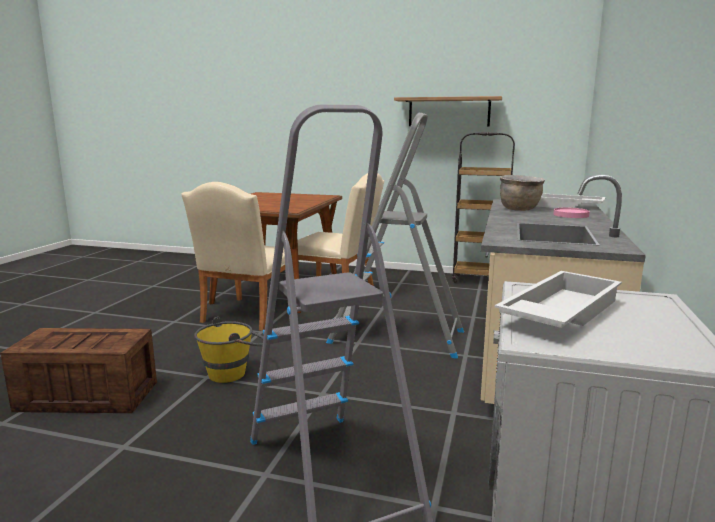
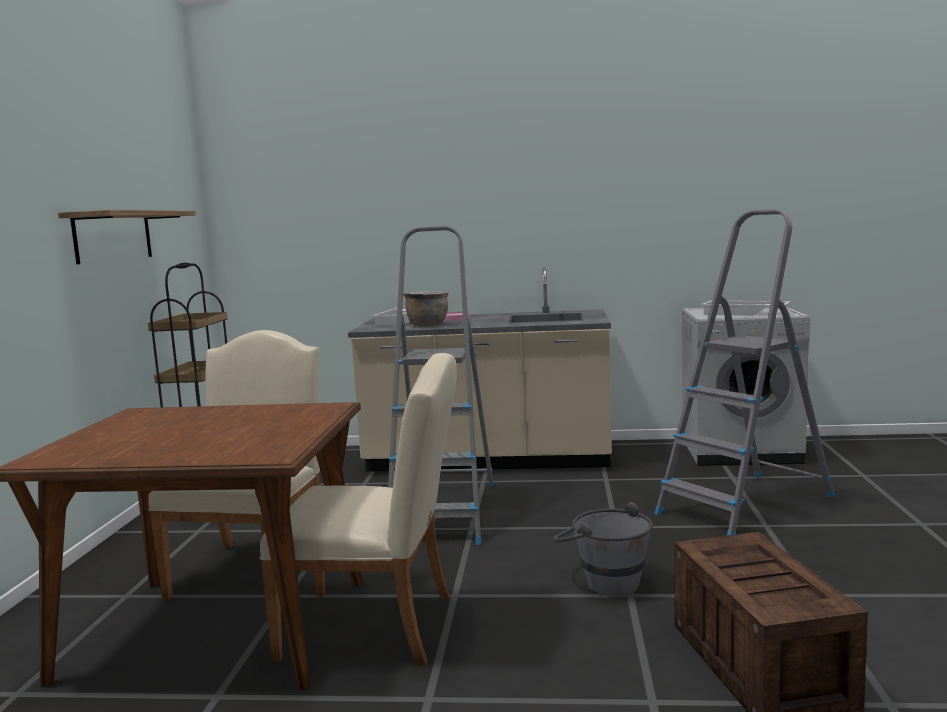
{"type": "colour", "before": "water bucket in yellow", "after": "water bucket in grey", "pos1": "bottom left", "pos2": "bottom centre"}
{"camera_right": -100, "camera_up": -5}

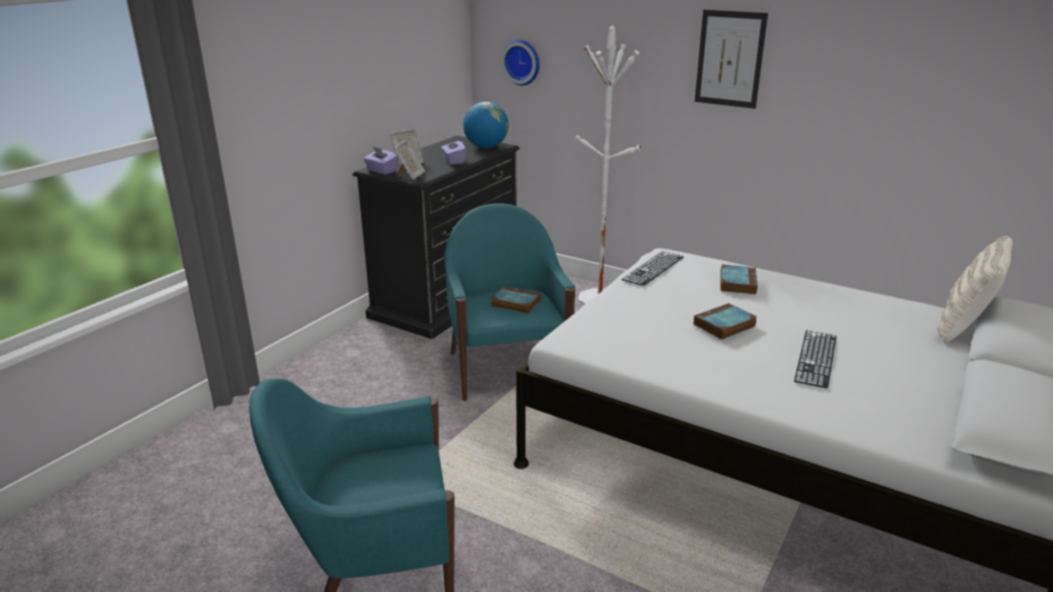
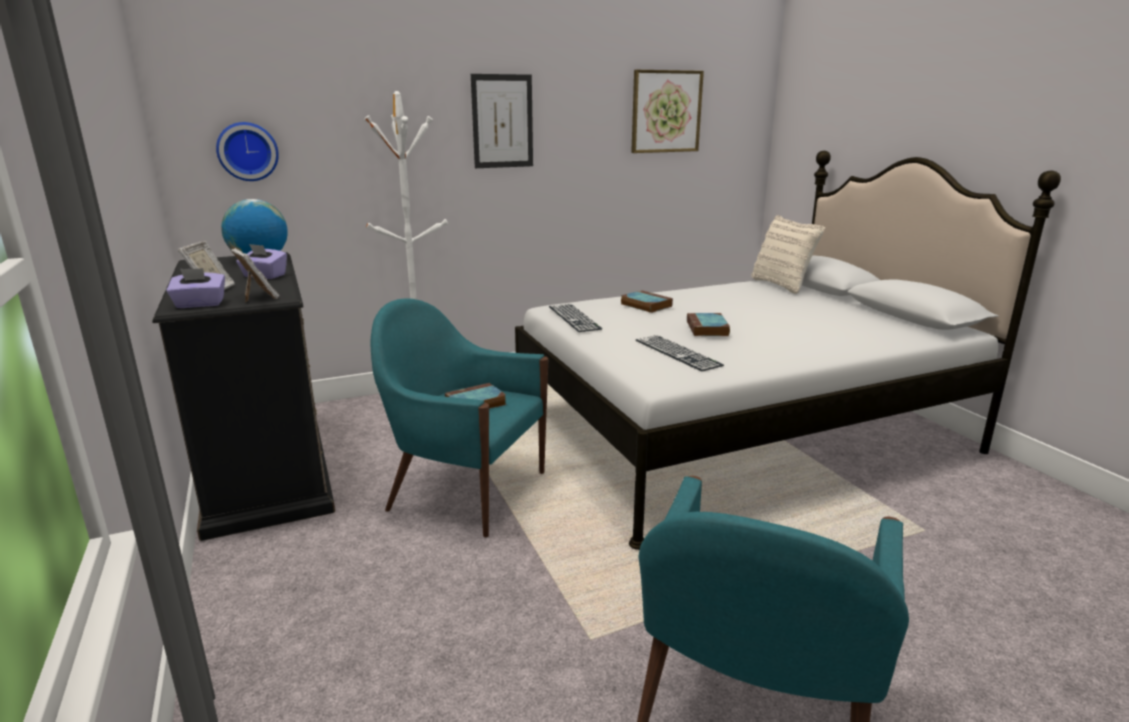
{"type": "relocated", "before": "keyboard (no. 2 from left)", "pos1": "middle right", "pos2": "centre"}
{"type": "appeared", "after": "picture (no. 2 from left)", "pos2": "top centre"}
{"camera_right": -55, "camera_up": -5}

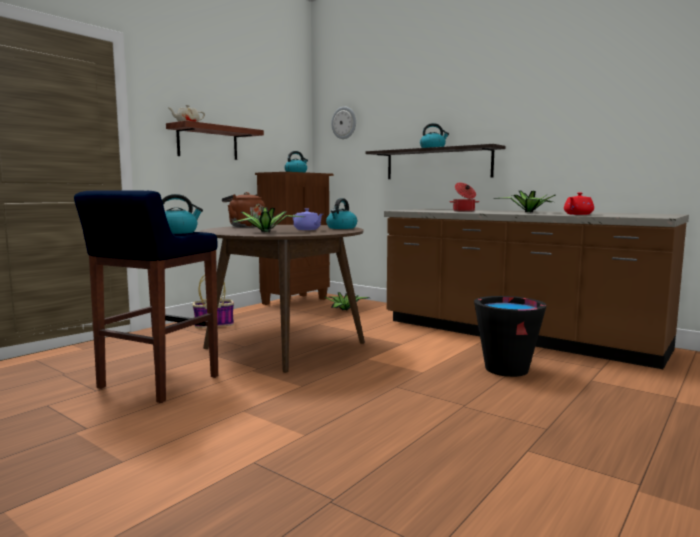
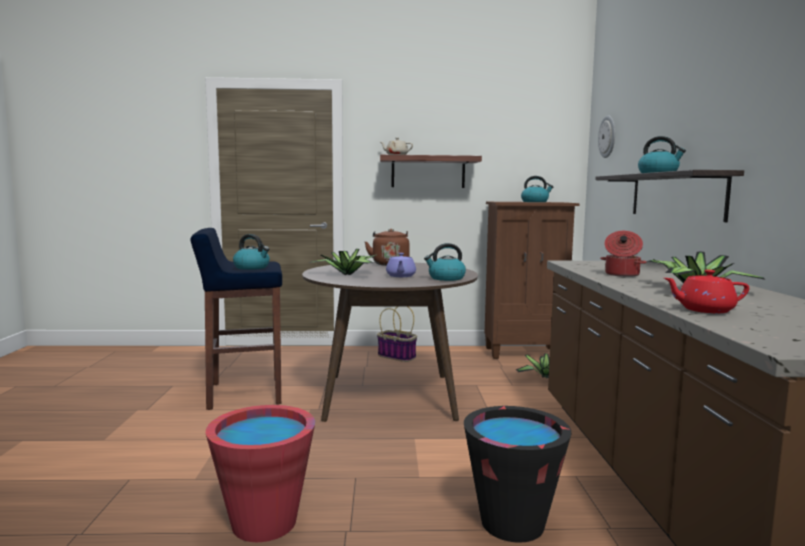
{"type": "appeared", "after": "water bucket in reddish", "pos2": "bottom left"}
{"camera_right": 50, "camera_up": 0}

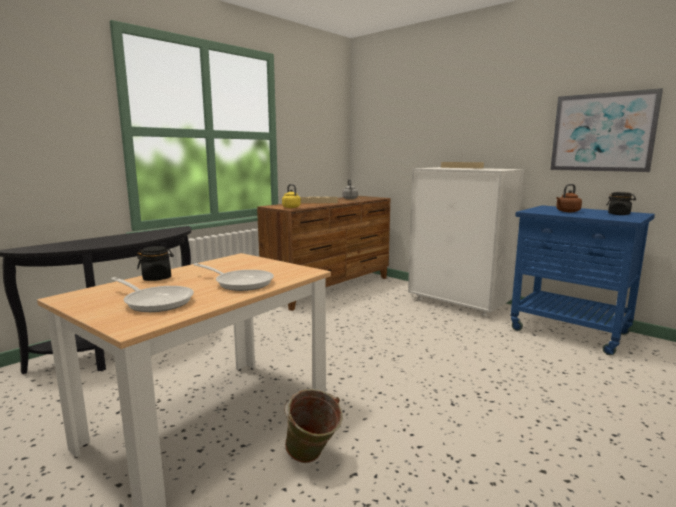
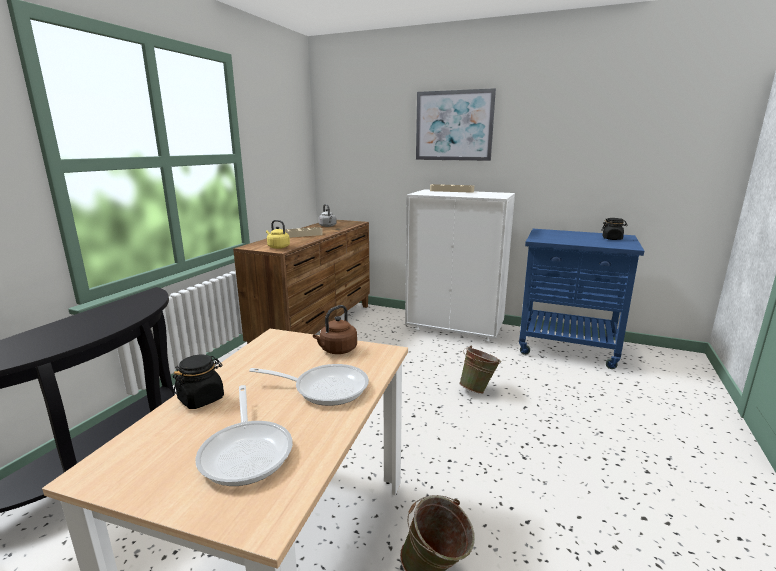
{"type": "relocated", "before": "picture", "pos1": "top right", "pos2": "top centre"}
{"type": "relocated", "before": "water kettle in brown", "pos1": "middle right", "pos2": "centre"}
{"type": "spun", "before": "pan (no. 1 from left)", "pos1": "middle left", "pos2": "bottom left", "turn": 60}
{"type": "appeared", "after": "water bucket in greenish (no. 2 from left)", "pos2": "centre"}
{"camera_right": -20, "camera_up": 5}

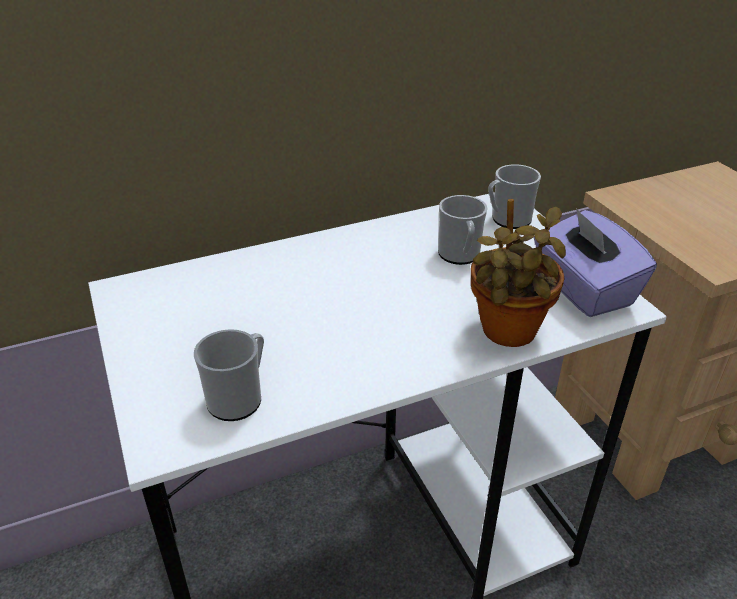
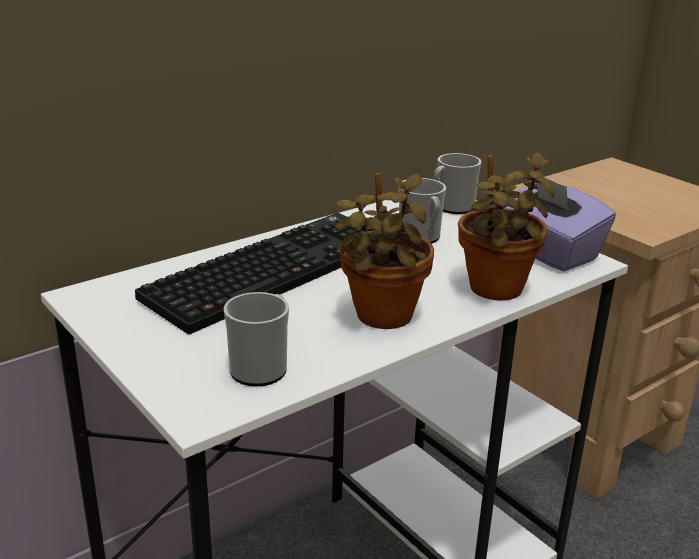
{"type": "appeared", "after": "potted plant (no. 1 from left)", "pos2": "centre"}
{"type": "appeared", "after": "keyboard", "pos2": "centre"}
{"camera_right": -15, "camera_up": -10}

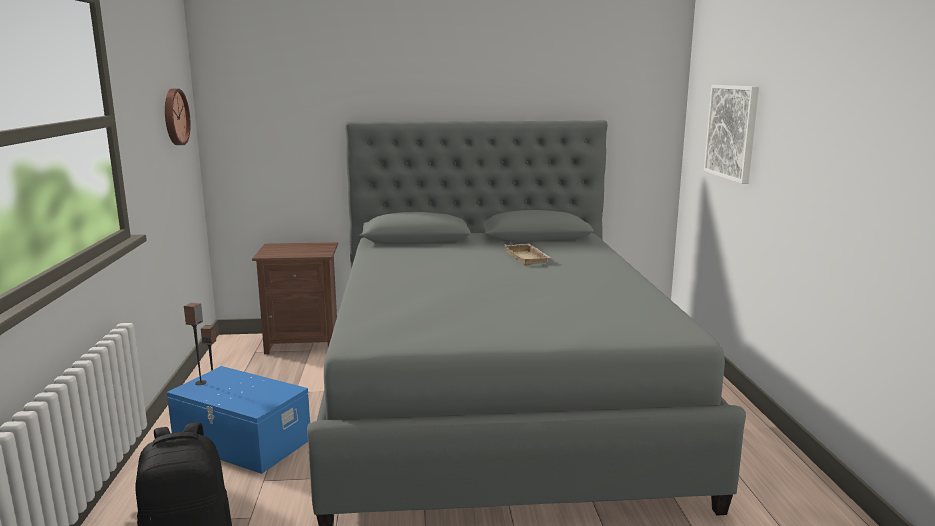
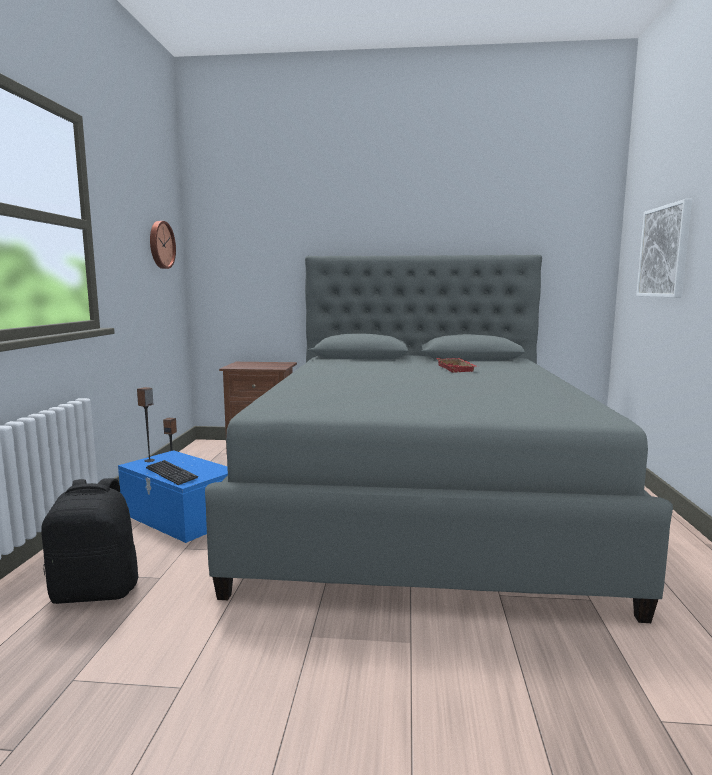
{"type": "colour", "before": "carrying tray in beige", "after": "carrying tray in reddish", "pos1": "centre", "pos2": "centre"}
{"type": "appeared", "after": "keyboard", "pos2": "middle left"}
{"camera_right": 10, "camera_up": -5}

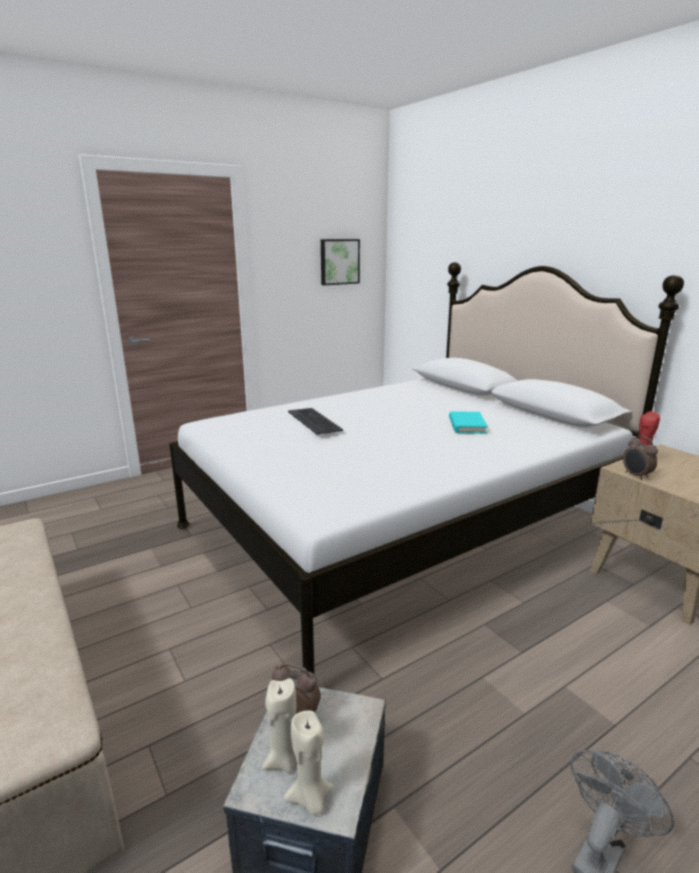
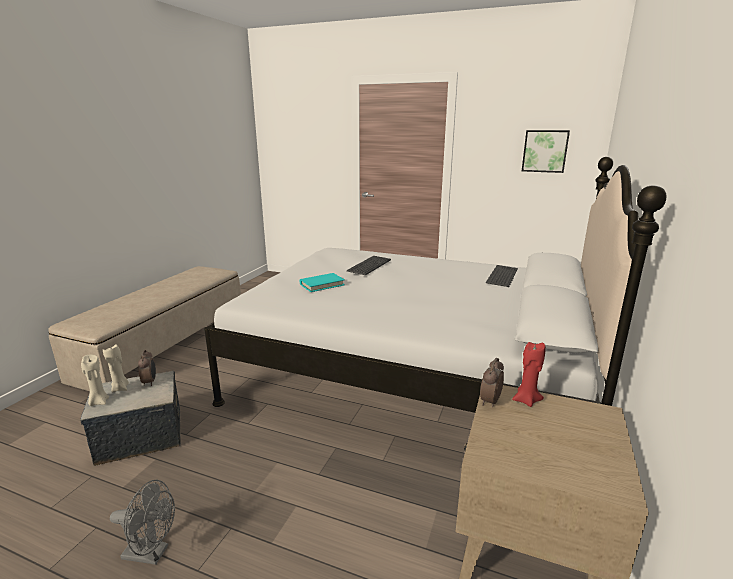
{"type": "relocated", "before": "volume in turquoise", "pos1": "middle right", "pos2": "centre"}
{"type": "appeared", "after": "keyboard (no. 2 from left)", "pos2": "middle right"}
{"camera_right": 55, "camera_up": 0}

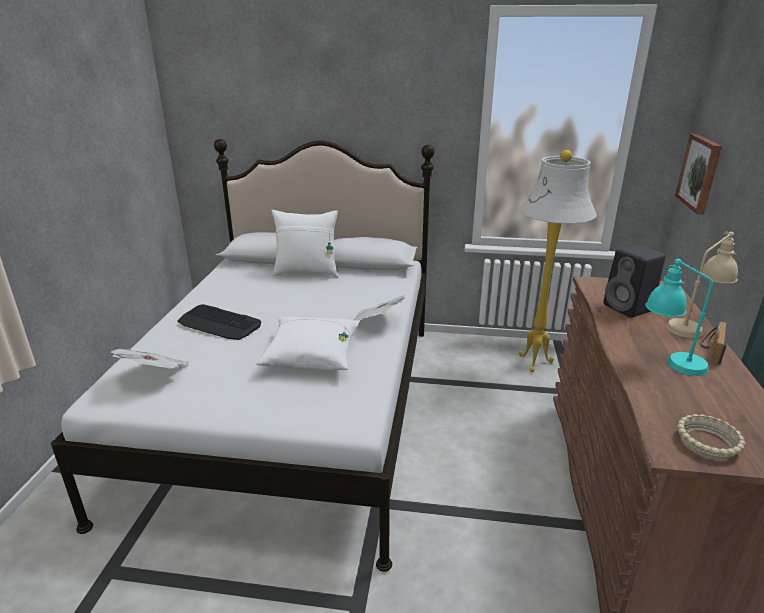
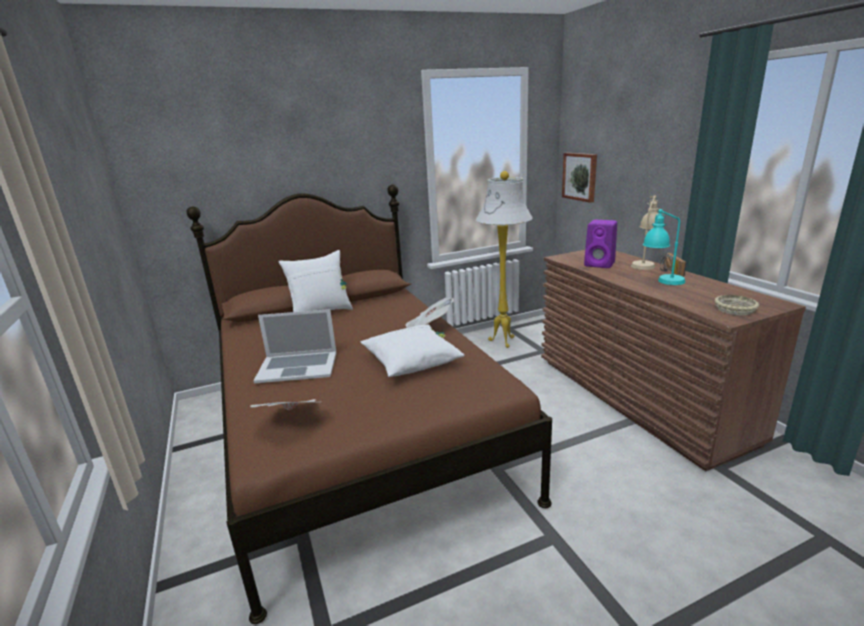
{"type": "colour", "before": "sleeping bed in whitish", "after": "sleeping bed in brown", "pos1": "middle left", "pos2": "centre"}
{"type": "colour", "before": "loudspeaker in black", "after": "loudspeaker in purple", "pos1": "middle right", "pos2": "middle right"}
{"type": "exchanged", "before": "keyboard", "after": "laptop", "pos1": "middle left", "pos2": "centre"}
{"camera_right": -30, "camera_up": -5}

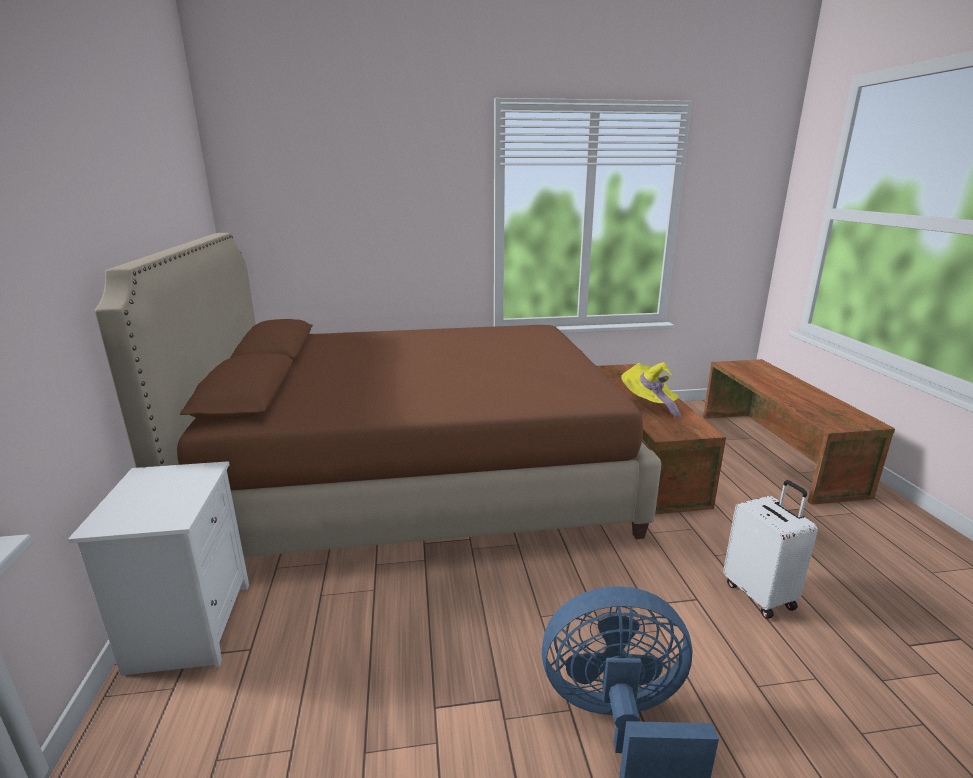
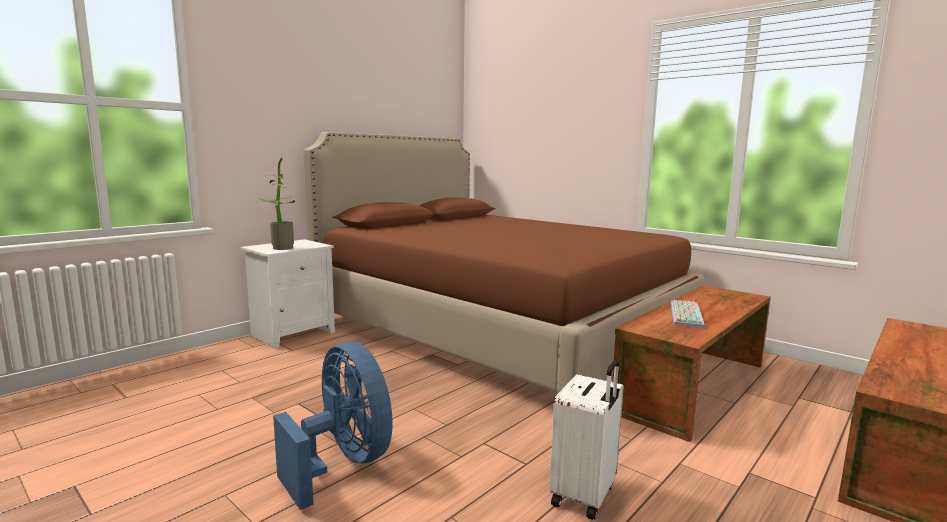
{"type": "exchanged", "before": "wearable hat in yellow", "after": "keyboard", "pos1": "middle right", "pos2": "middle right"}
{"type": "appeared", "after": "potted plant", "pos2": "middle left"}
{"camera_right": 50, "camera_up": -10}

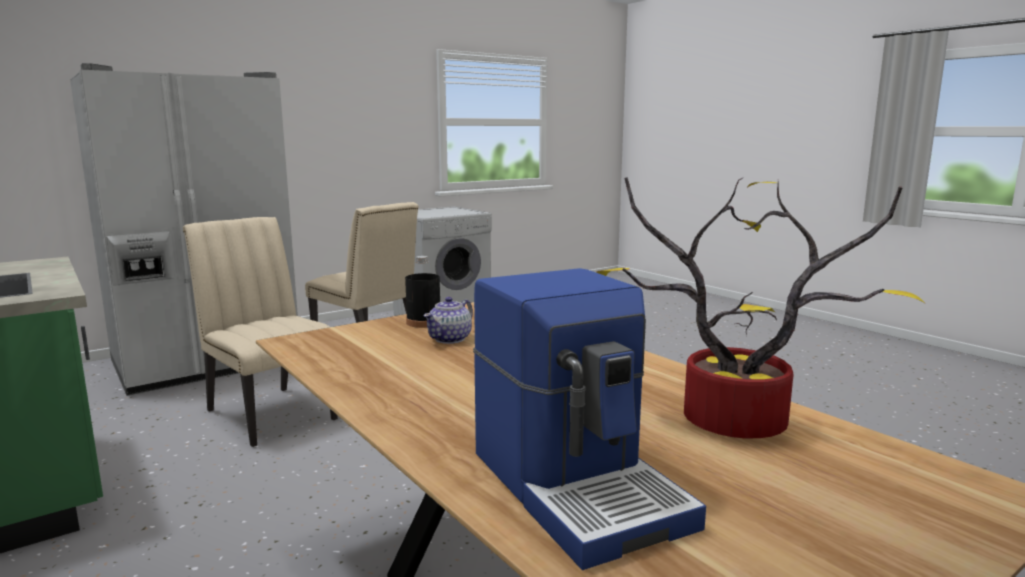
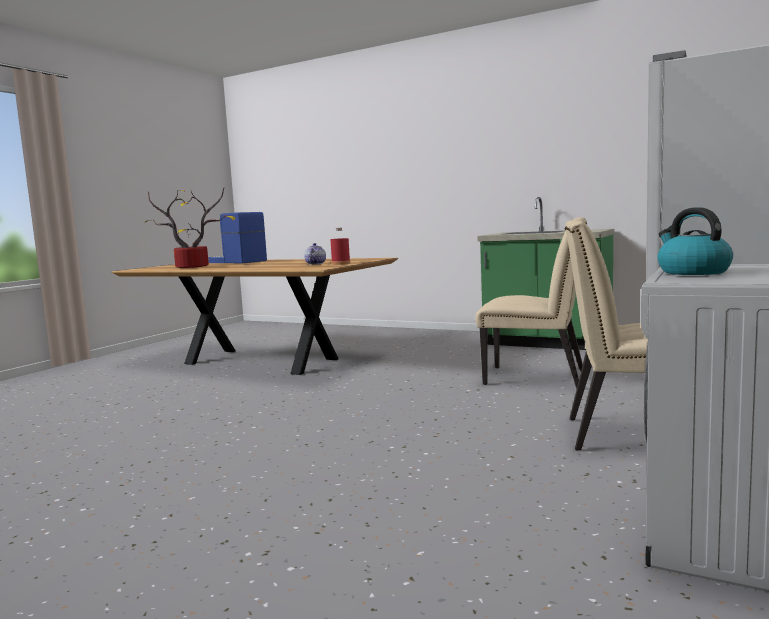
{"type": "colour", "before": "beverage bottle in black", "after": "beverage bottle in reddish", "pos1": "centre", "pos2": "centre"}
{"type": "appeared", "after": "water kettle", "pos2": "middle right"}
{"camera_right": 155, "camera_up": -5}

